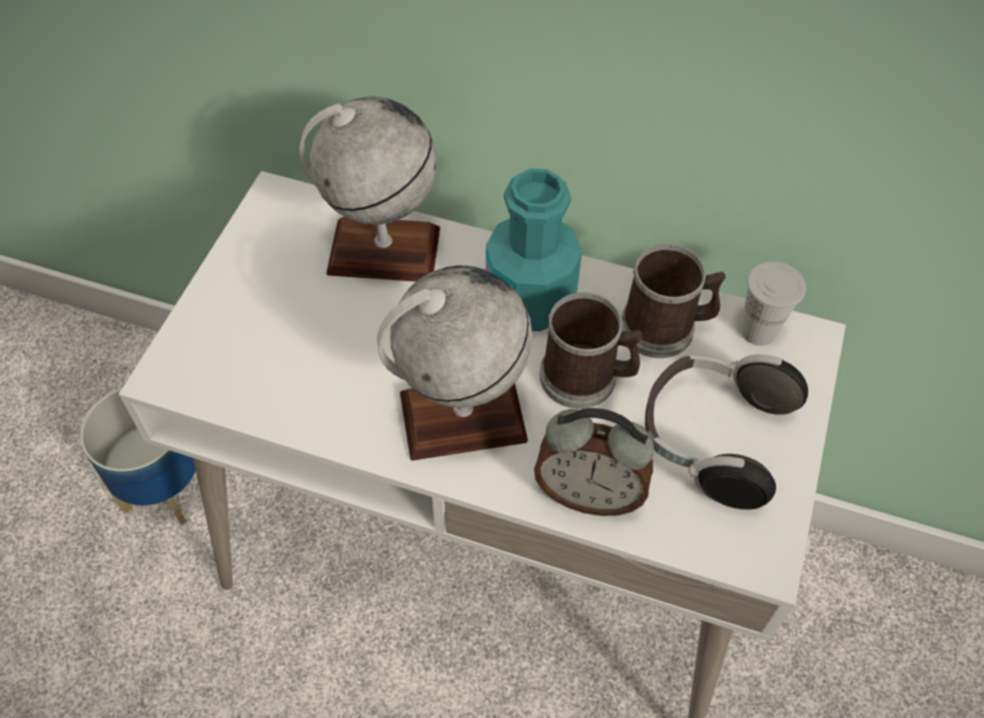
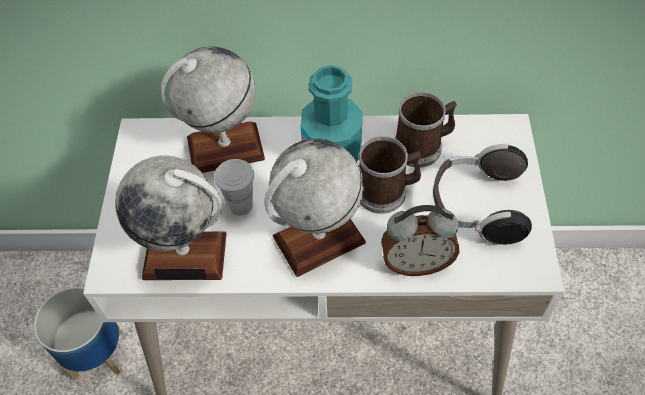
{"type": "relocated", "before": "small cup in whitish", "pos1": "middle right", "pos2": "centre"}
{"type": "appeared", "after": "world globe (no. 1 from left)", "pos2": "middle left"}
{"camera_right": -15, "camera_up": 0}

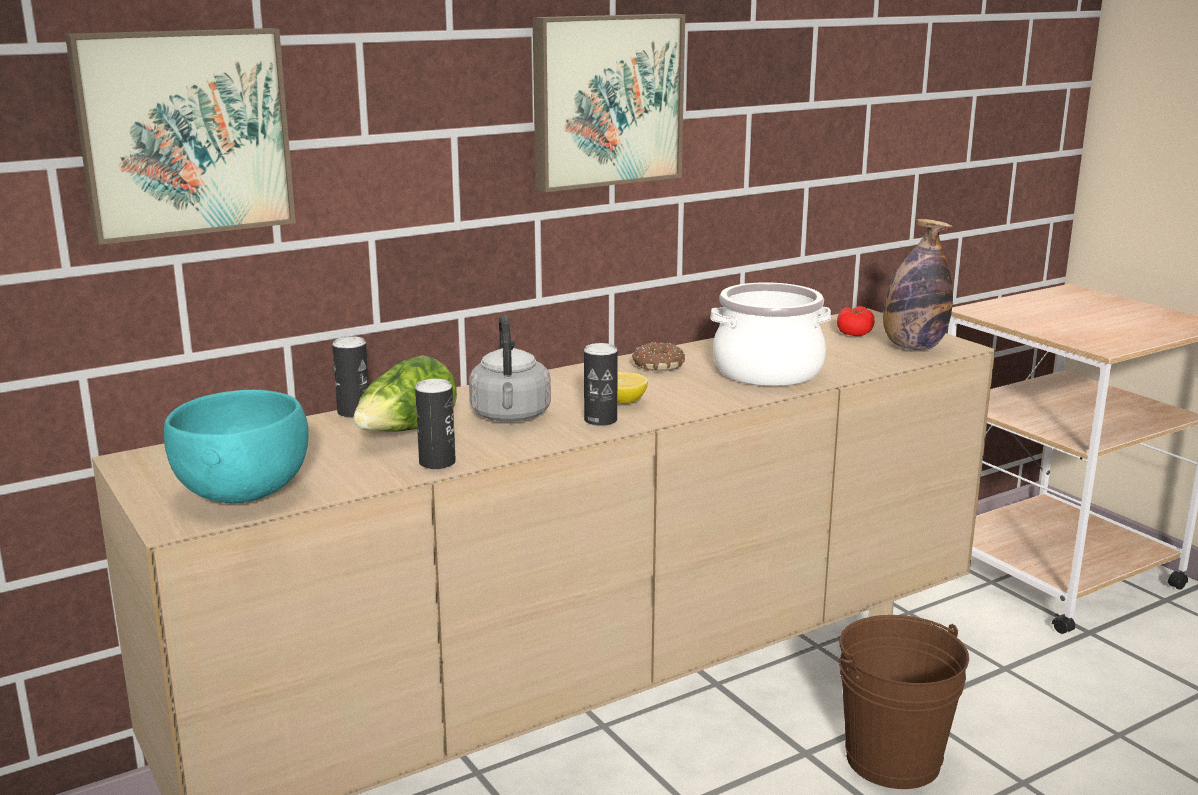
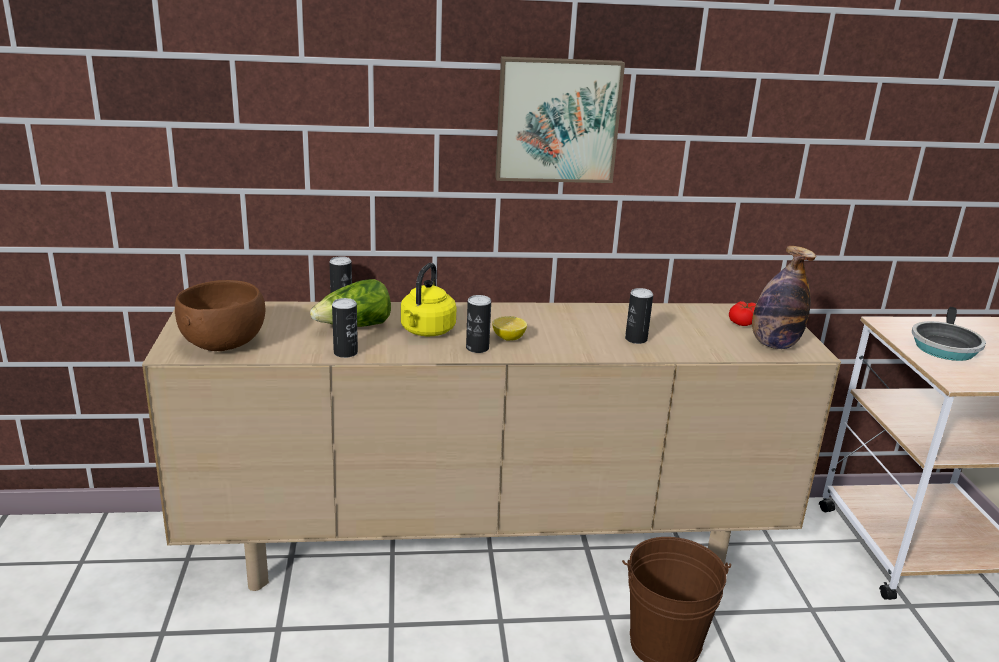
{"type": "missing", "before": "picture (no. 1 from left)", "pos1": "top left"}
{"type": "exchanged", "before": "stockpot", "after": "sealed can (no. 4 from left)", "pos1": "centre", "pos2": "centre"}
{"type": "colour", "before": "water kettle in grey", "after": "water kettle in yellow", "pos1": "centre", "pos2": "centre"}
{"type": "missing", "before": "ring doughnut", "pos1": "centre"}
{"type": "colour", "before": "deep dish in turquoise", "after": "deep dish in brown", "pos1": "middle left", "pos2": "middle left"}
{"type": "appeared", "after": "pan", "pos2": "middle right"}
{"camera_right": 25, "camera_up": 5}

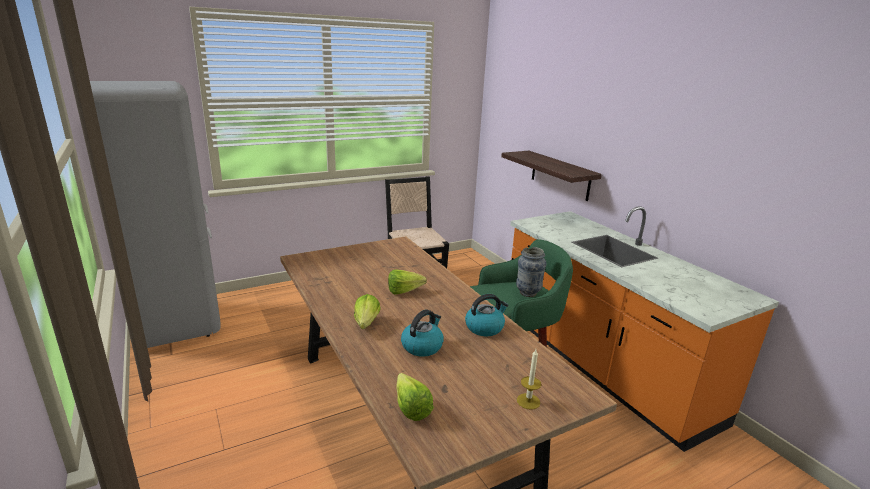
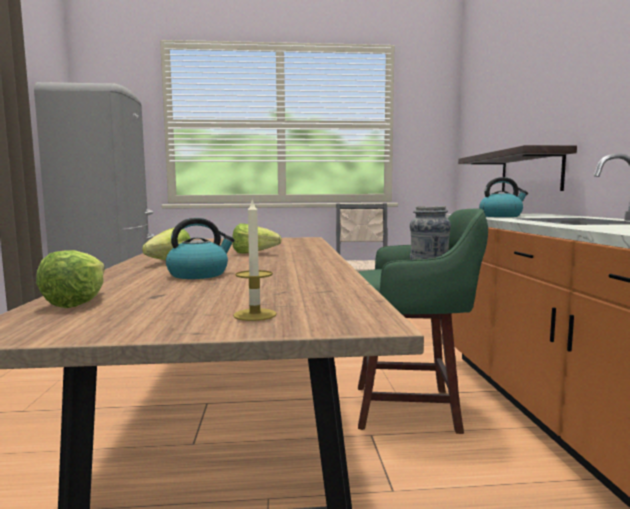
{"type": "relocated", "before": "water kettle (no. 2 from left)", "pos1": "centre", "pos2": "middle right"}
{"camera_right": 25, "camera_up": -15}

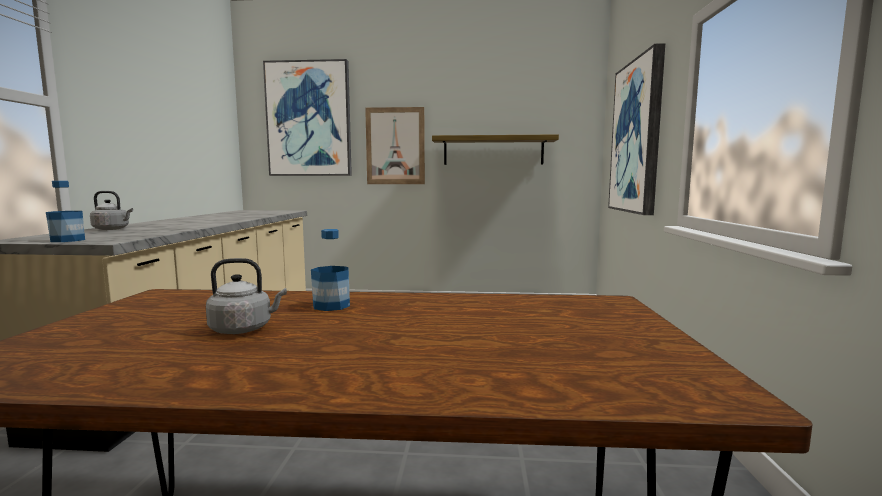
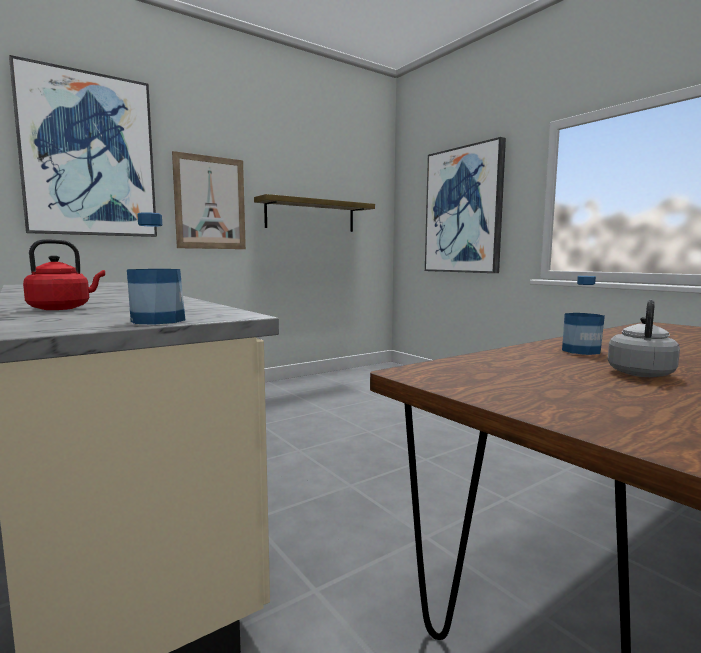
{"type": "colour", "before": "water kettle in grey (no. 1 from left)", "after": "water kettle in reddish", "pos1": "middle left", "pos2": "middle left"}
{"camera_right": -40, "camera_up": 0}

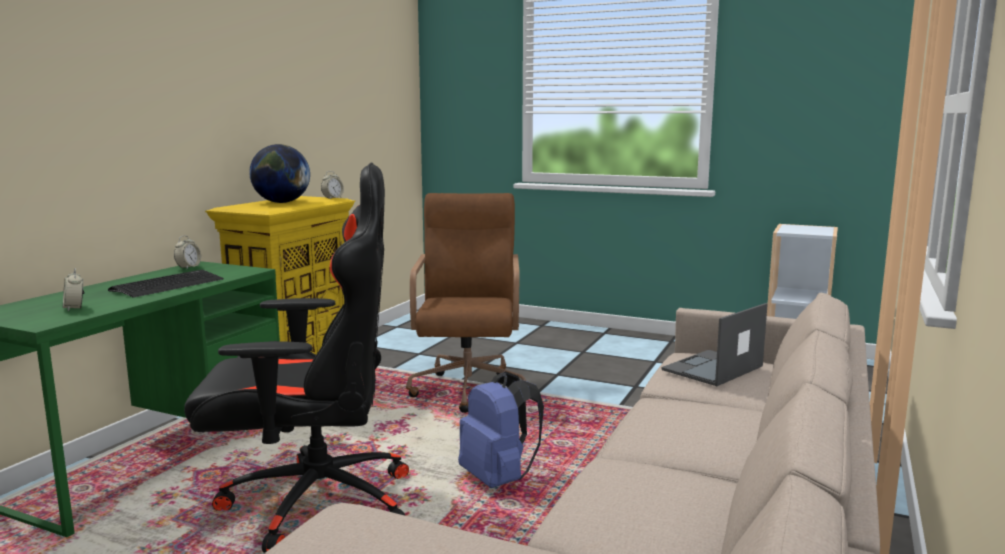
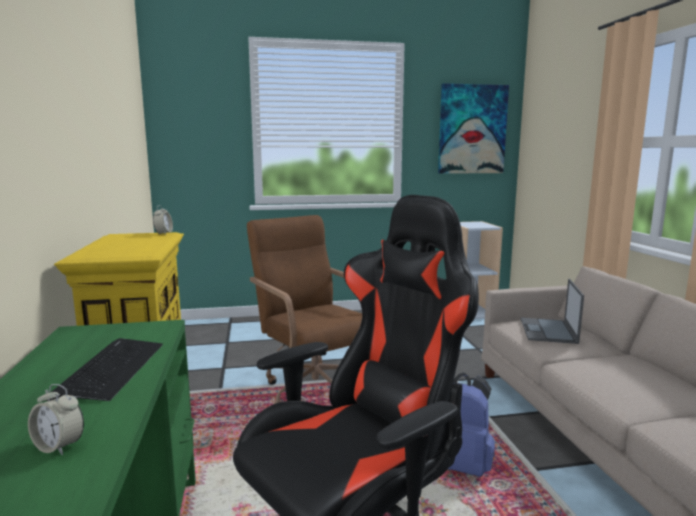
{"type": "missing", "before": "world globe", "pos1": "top left"}
{"type": "missing", "before": "alarm clock (no. 2 from left)", "pos1": "middle left"}
{"type": "appeared", "after": "picture", "pos2": "top right"}
{"camera_right": -35, "camera_up": 0}

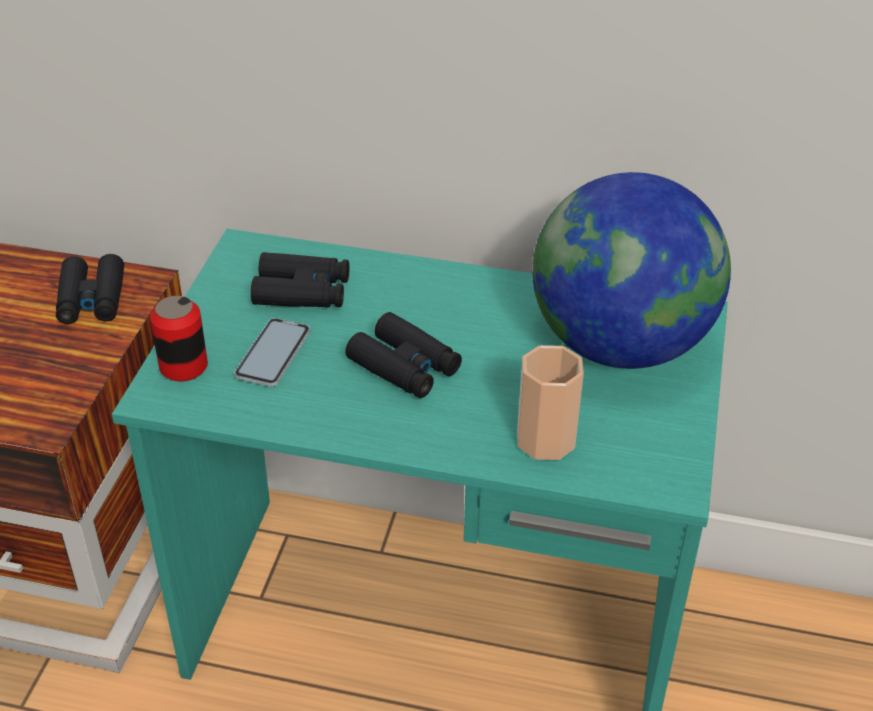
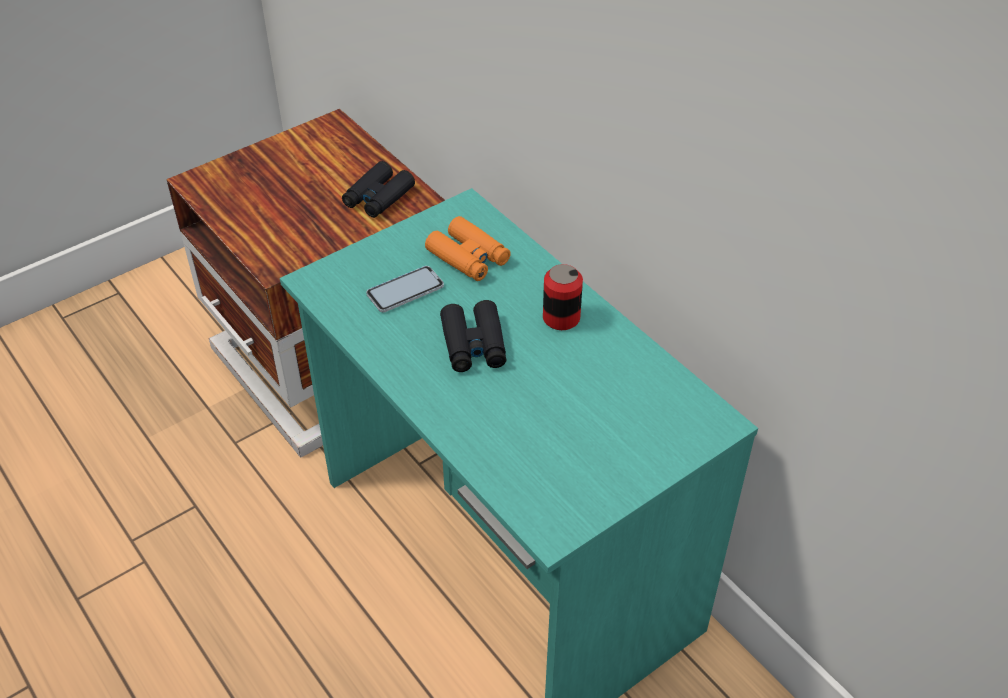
{"type": "missing", "before": "world globe", "pos1": "middle right"}
{"type": "colour", "before": "field glasses in black (no. 2 from left)", "after": "field glasses in orange-coloured", "pos1": "centre", "pos2": "centre"}
{"type": "relocated", "before": "sealed can", "pos1": "middle left", "pos2": "centre"}
{"type": "missing", "before": "small cup", "pos1": "centre"}
{"camera_right": 40, "camera_up": 5}

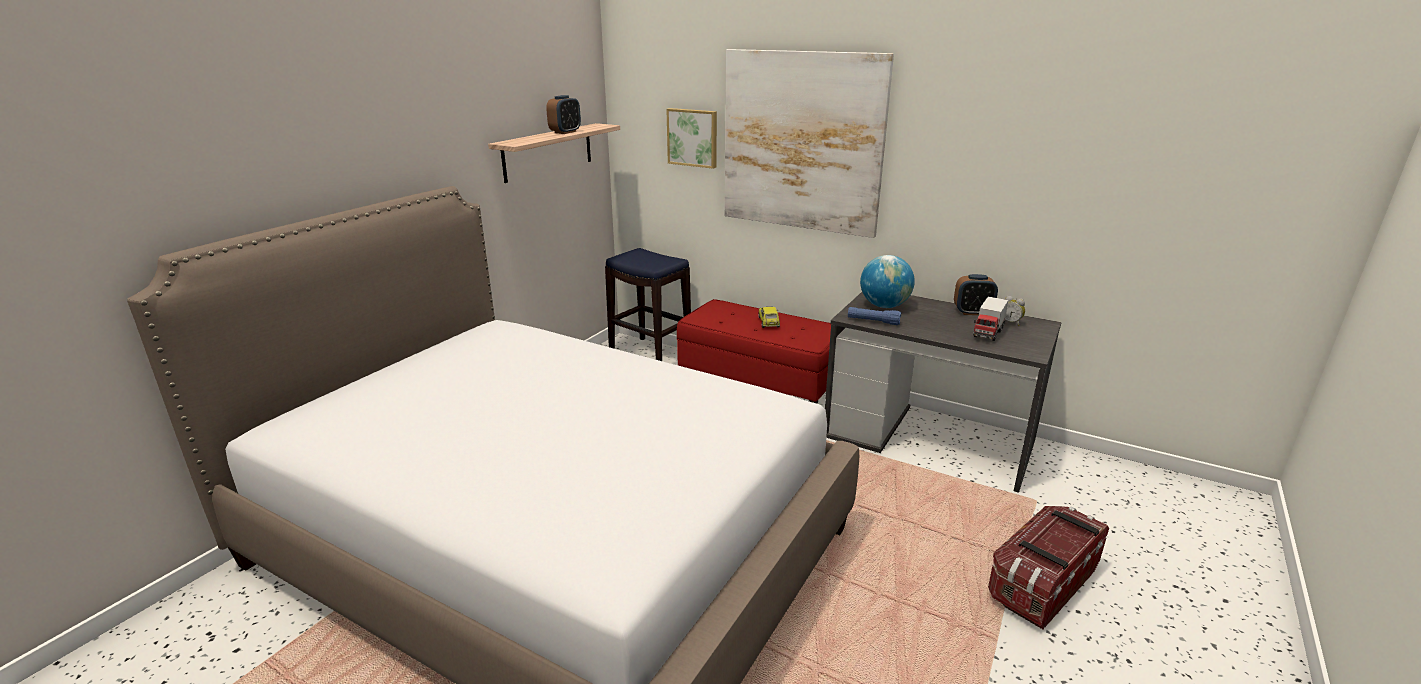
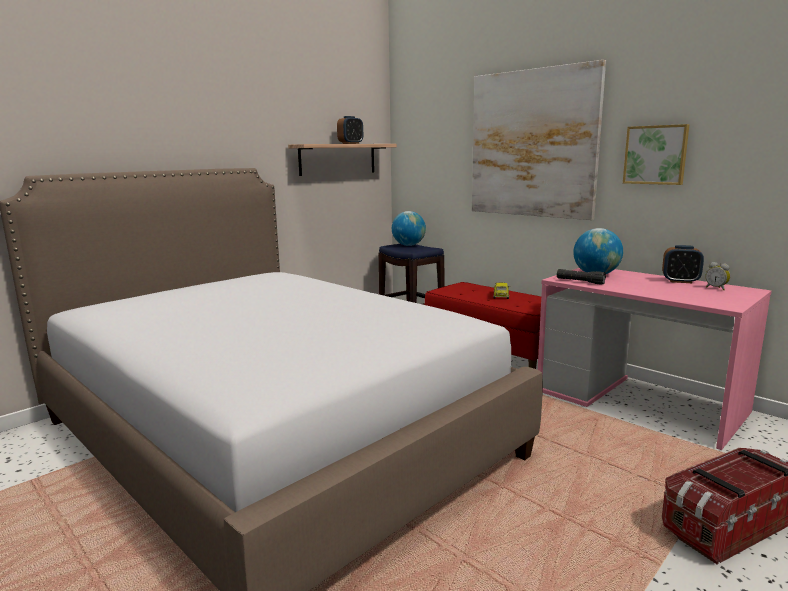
{"type": "relocated", "before": "picture (no. 1 from left in the first image)", "after": "picture (no. 2 from left)", "pos1": "top centre", "pos2": "top right"}
{"type": "colour", "before": "desk in grey", "after": "desk in pink-coloured", "pos1": "centre", "pos2": "middle right"}
{"type": "missing", "before": "toy lorry", "pos1": "middle right"}
{"type": "colour", "before": "flashlight in blue", "after": "flashlight in black", "pos1": "centre", "pos2": "middle right"}
{"type": "appeared", "after": "world globe (no. 1 from left)", "pos2": "centre"}
{"camera_right": 15, "camera_up": -10}

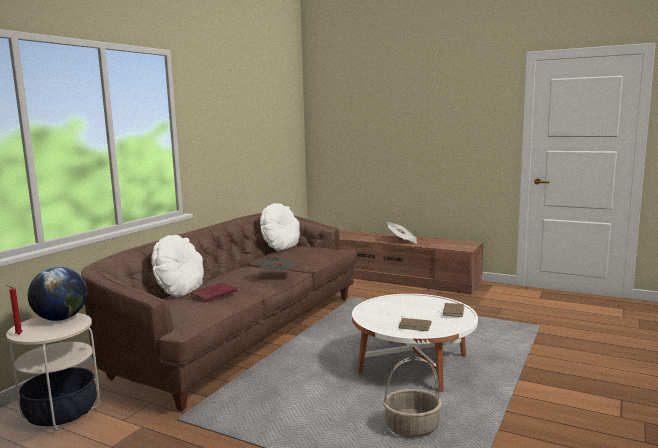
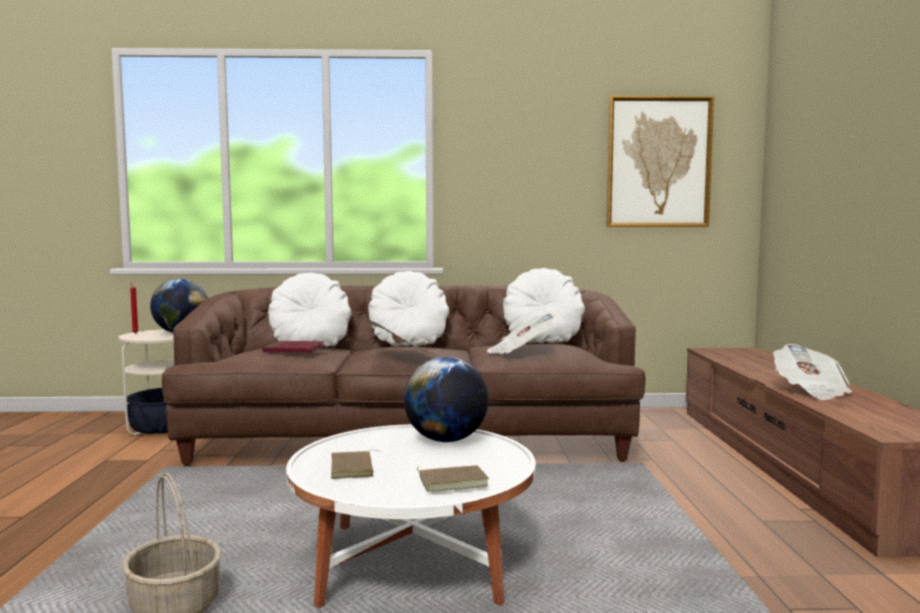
{"type": "appeared", "after": "picture", "pos2": "top right"}
{"type": "appeared", "after": "cushion in whitish (no. 2 from left)", "pos2": "centre"}
{"type": "appeared", "after": "newspaper (no. 2 from left)", "pos2": "centre"}
{"type": "appeared", "after": "world globe (no. 2 from left)", "pos2": "centre"}
{"camera_right": 60, "camera_up": -5}

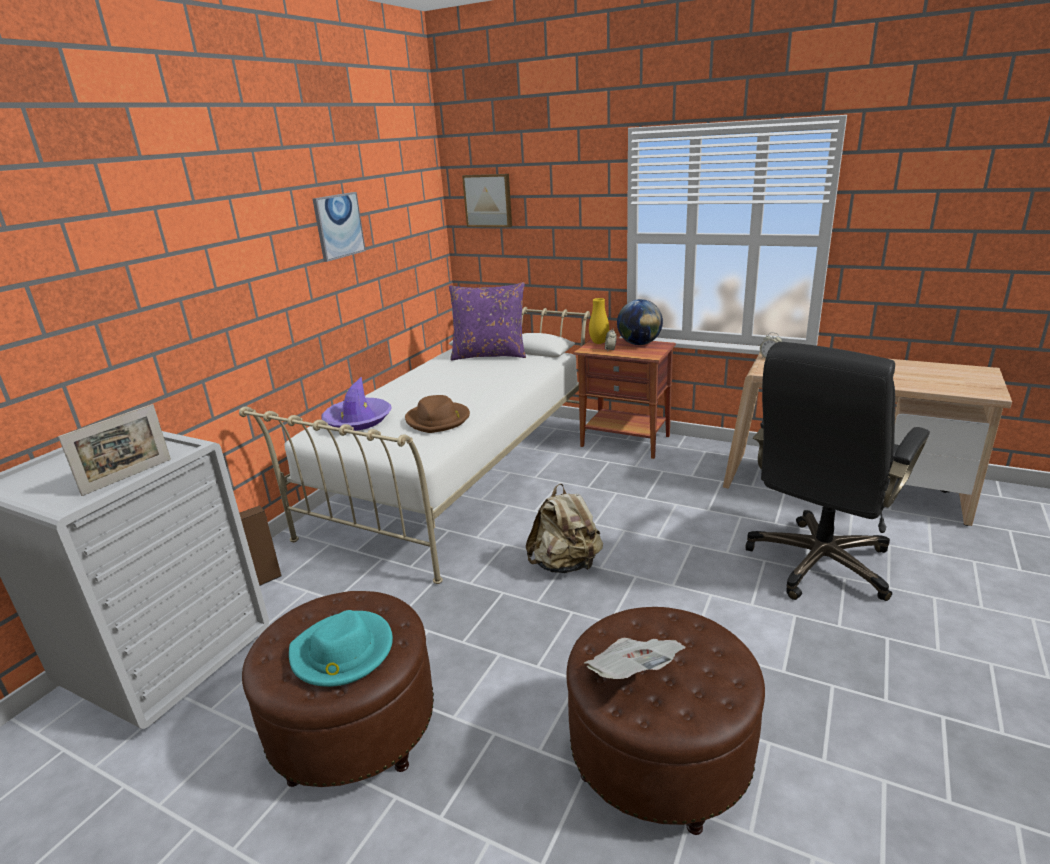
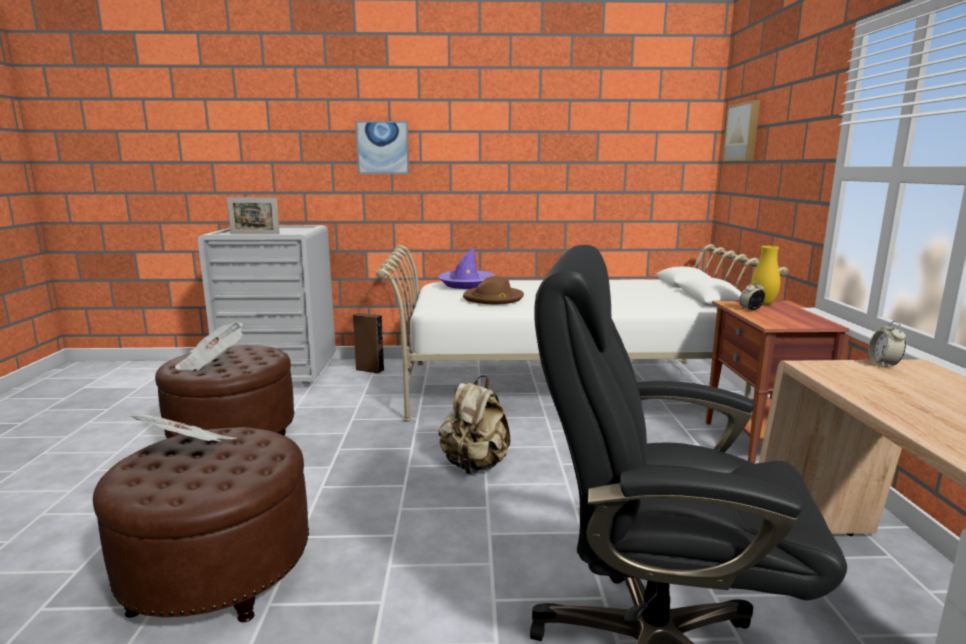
{"type": "relocated", "before": "picture (no. 1 from left)", "pos1": "top left", "pos2": "top centre"}
{"type": "missing", "before": "cushion in purple", "pos1": "centre"}
{"type": "missing", "before": "world globe", "pos1": "centre"}
{"type": "exchanged", "before": "wearable hat in turquoise", "after": "newspaper (no. 2 from left)", "pos1": "bottom left", "pos2": "middle left"}
{"camera_right": 60, "camera_up": -10}

